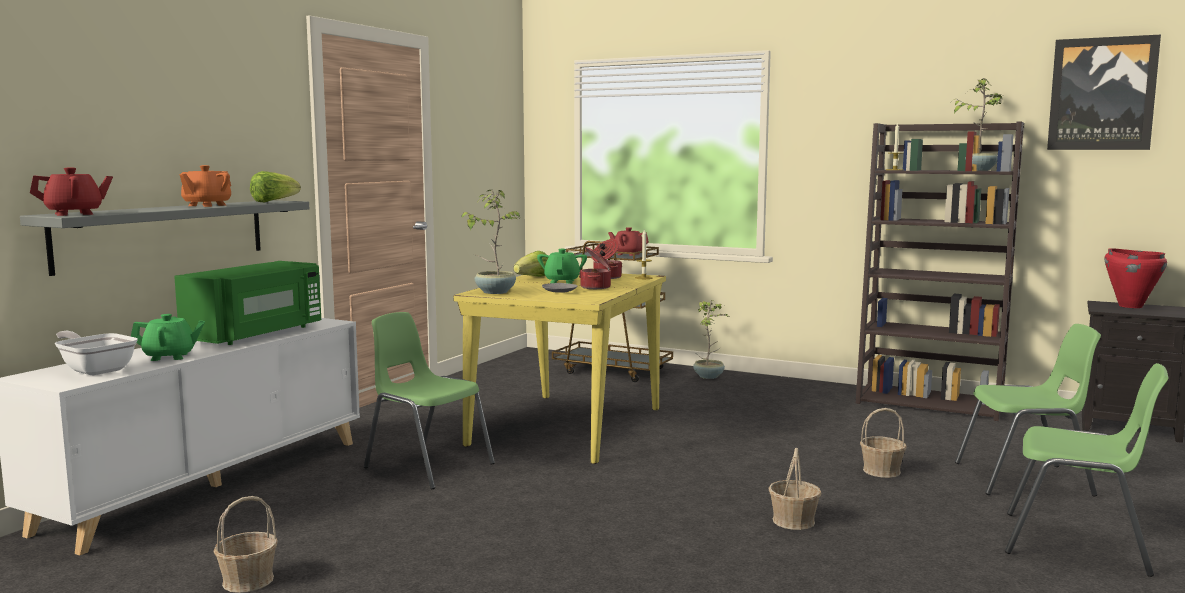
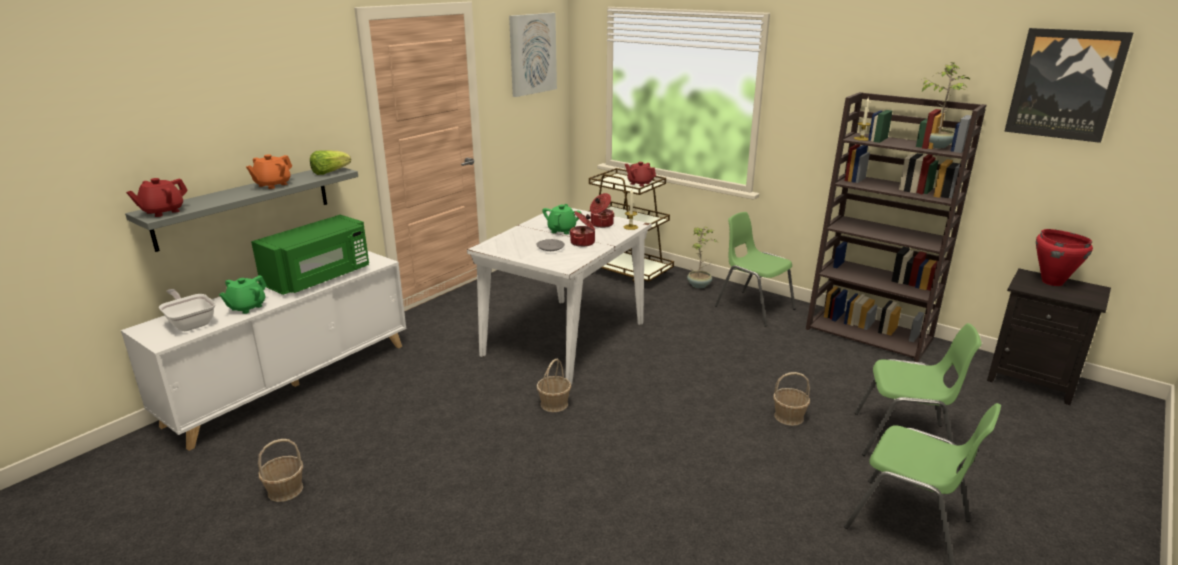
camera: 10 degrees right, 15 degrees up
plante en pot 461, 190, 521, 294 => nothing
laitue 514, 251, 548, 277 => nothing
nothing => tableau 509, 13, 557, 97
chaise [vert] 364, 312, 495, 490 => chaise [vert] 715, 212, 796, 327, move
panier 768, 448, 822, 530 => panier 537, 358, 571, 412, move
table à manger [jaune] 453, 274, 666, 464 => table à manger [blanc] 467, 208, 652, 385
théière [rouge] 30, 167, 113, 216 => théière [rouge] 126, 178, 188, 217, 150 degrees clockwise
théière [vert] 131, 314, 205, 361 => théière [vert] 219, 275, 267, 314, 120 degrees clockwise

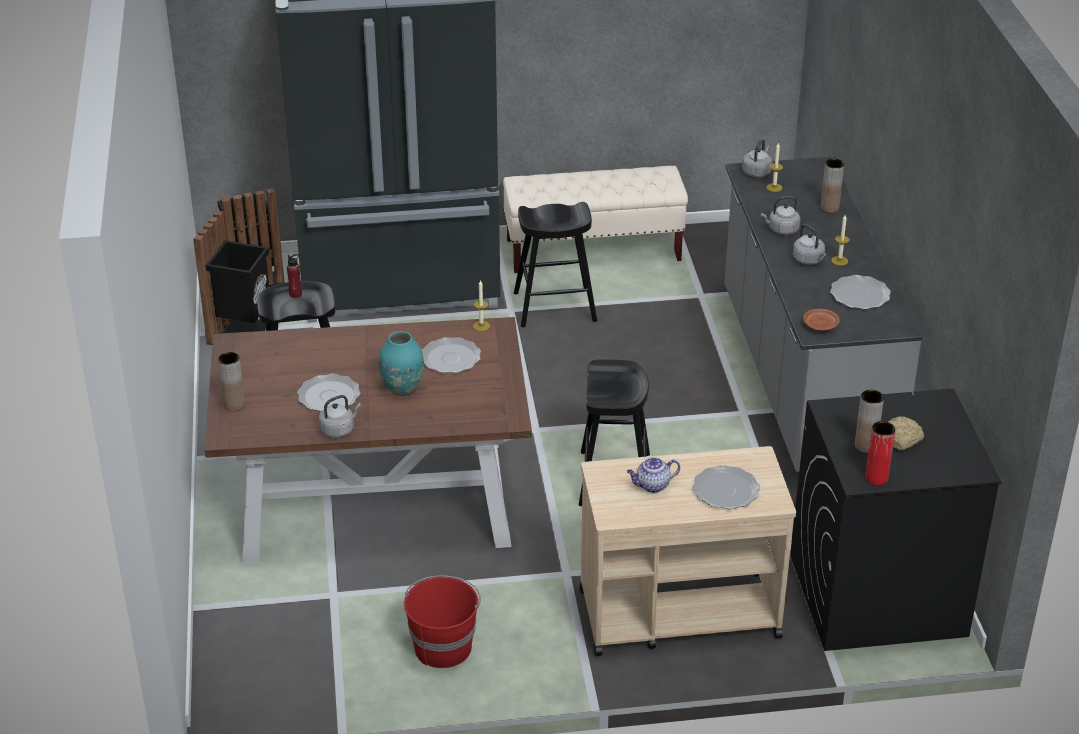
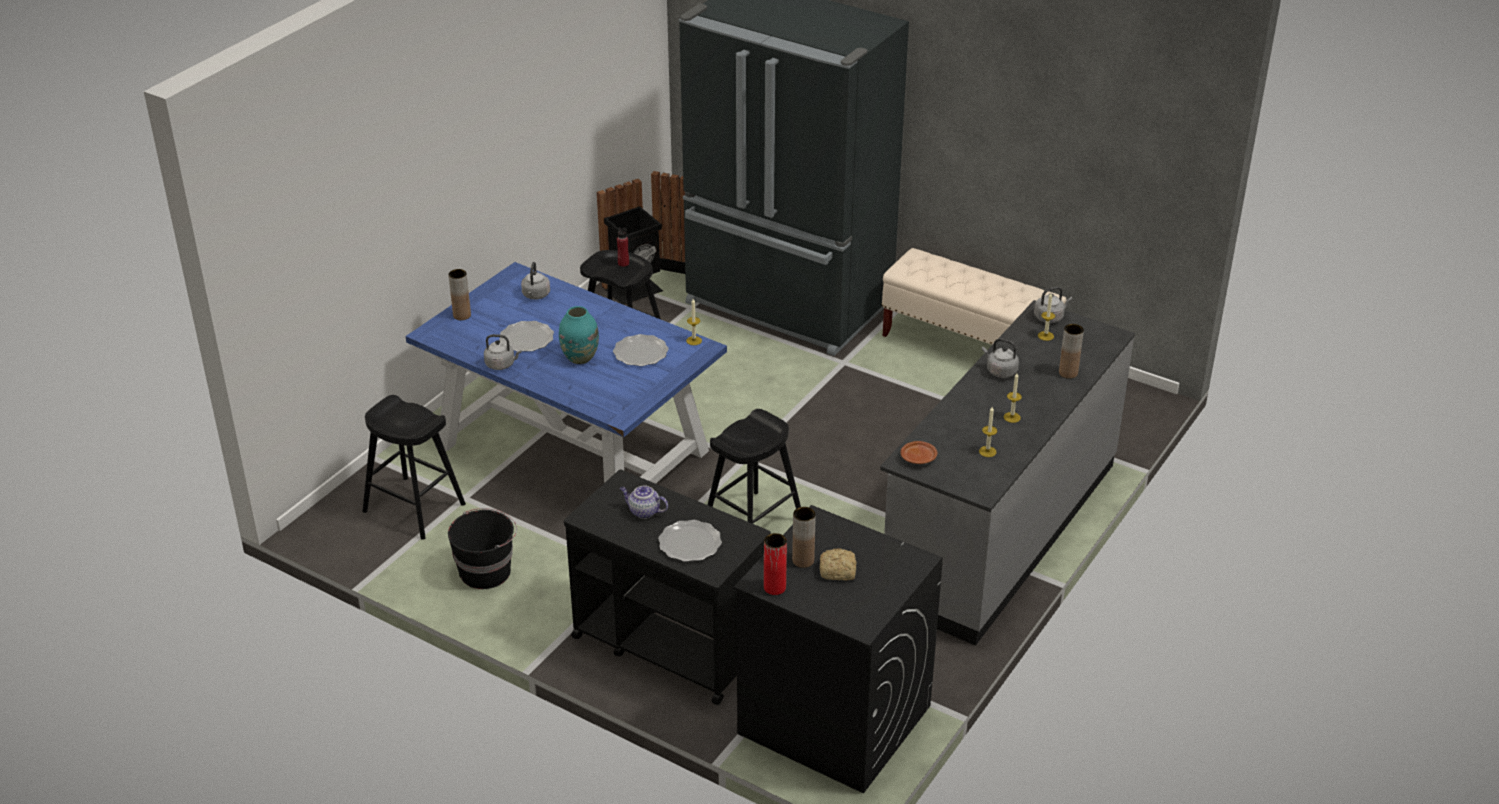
camera: 40 degrees right, 0 degrees up
tabouret [noir] 514, 202, 597, 328 => tabouret [noir] 362, 395, 466, 540, move
bouilloire [gris] 793, 224, 826, 265 => bouilloire [gris] 521, 262, 550, 300, move
assiette 830, 275, 891, 309 => bougie 979, 407, 997, 457
table à manger [marron] 205, 317, 532, 565 => table à manger [bleu] 406, 262, 727, 484
seau [rouge] 404, 575, 481, 668 => seau [noir] 448, 508, 517, 589
chariot [beige] 580, 446, 796, 656 => chariot [noir] 564, 470, 771, 705

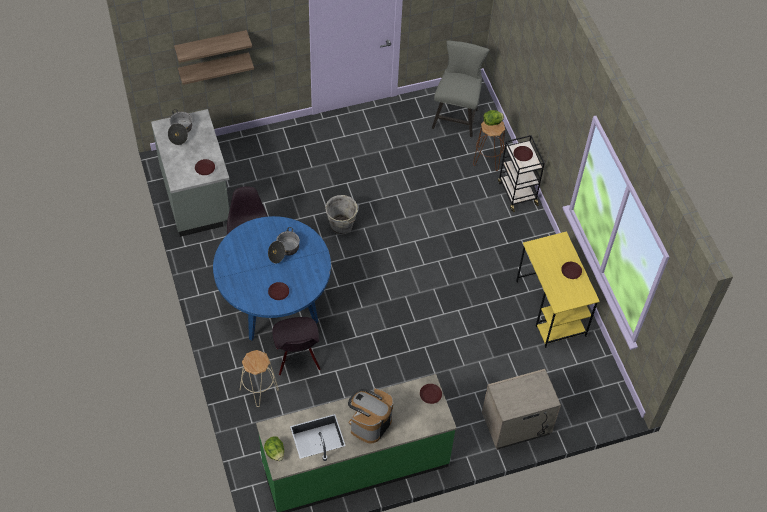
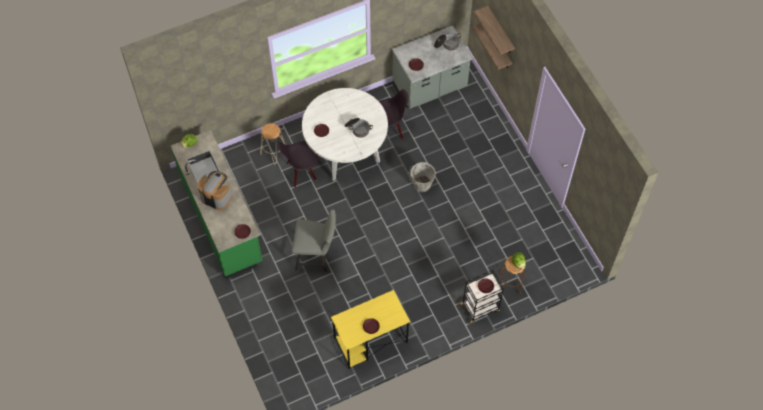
camera: 85 degrees right, 5 degrees up
table de chevet [beige] 482, 369, 561, 450 => nothing
chaise [gris] 432, 40, 489, 137 => chaise [gris] 292, 209, 336, 272, move
table à manger [bleu] 213, 216, 331, 340 => table à manger [blanc] 302, 88, 388, 181

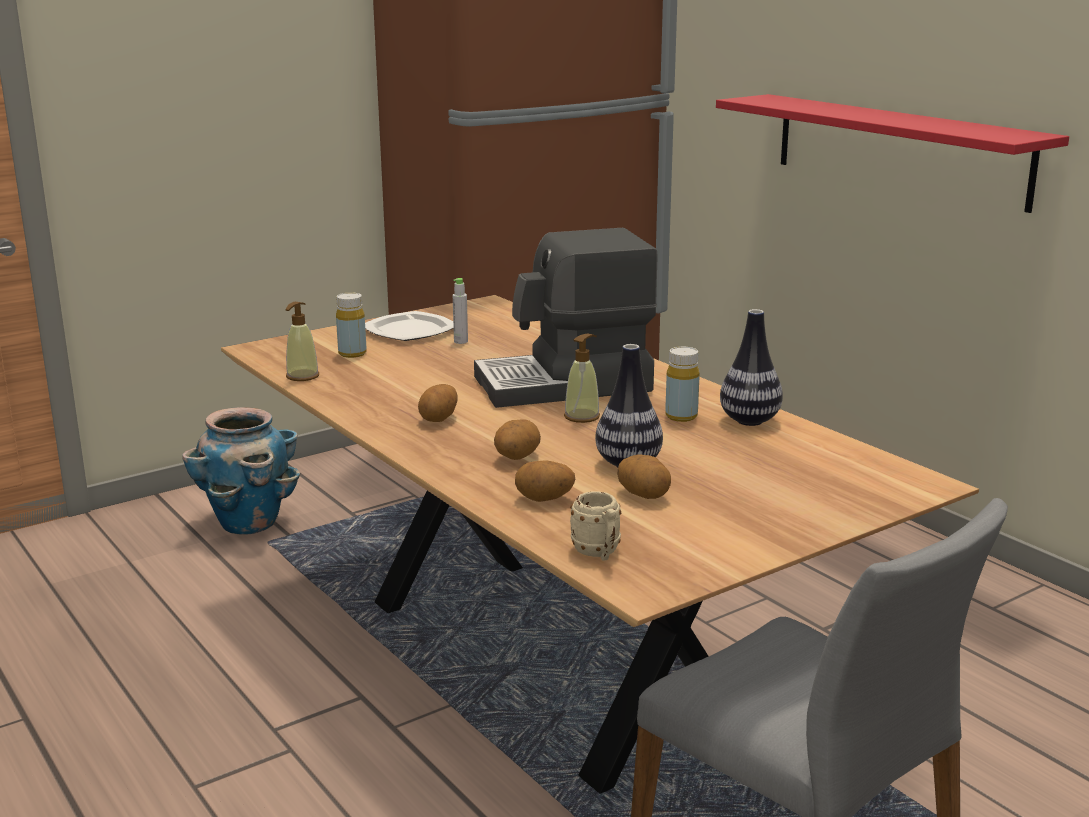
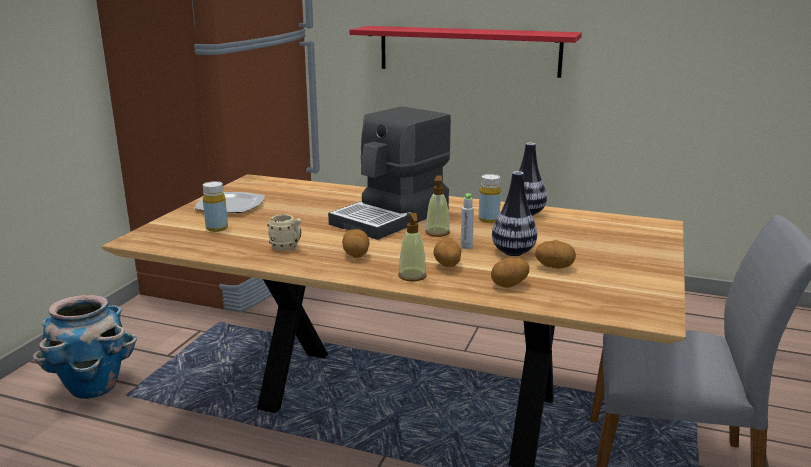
camera: 35 degrees left, 0 degrees up
distributeur de savon 285, 302, 319, 381 => distributeur de savon 398, 213, 427, 281, move
bouteille [gris] 453, 278, 468, 344 => bouteille [gris] 461, 194, 474, 249, move
mug [beige] 570, 492, 621, 561 => mug [beige] 267, 214, 301, 251, move

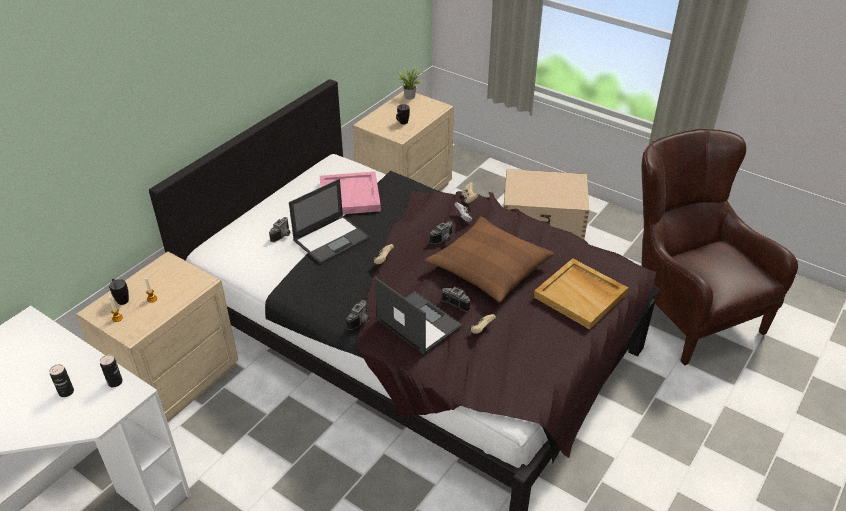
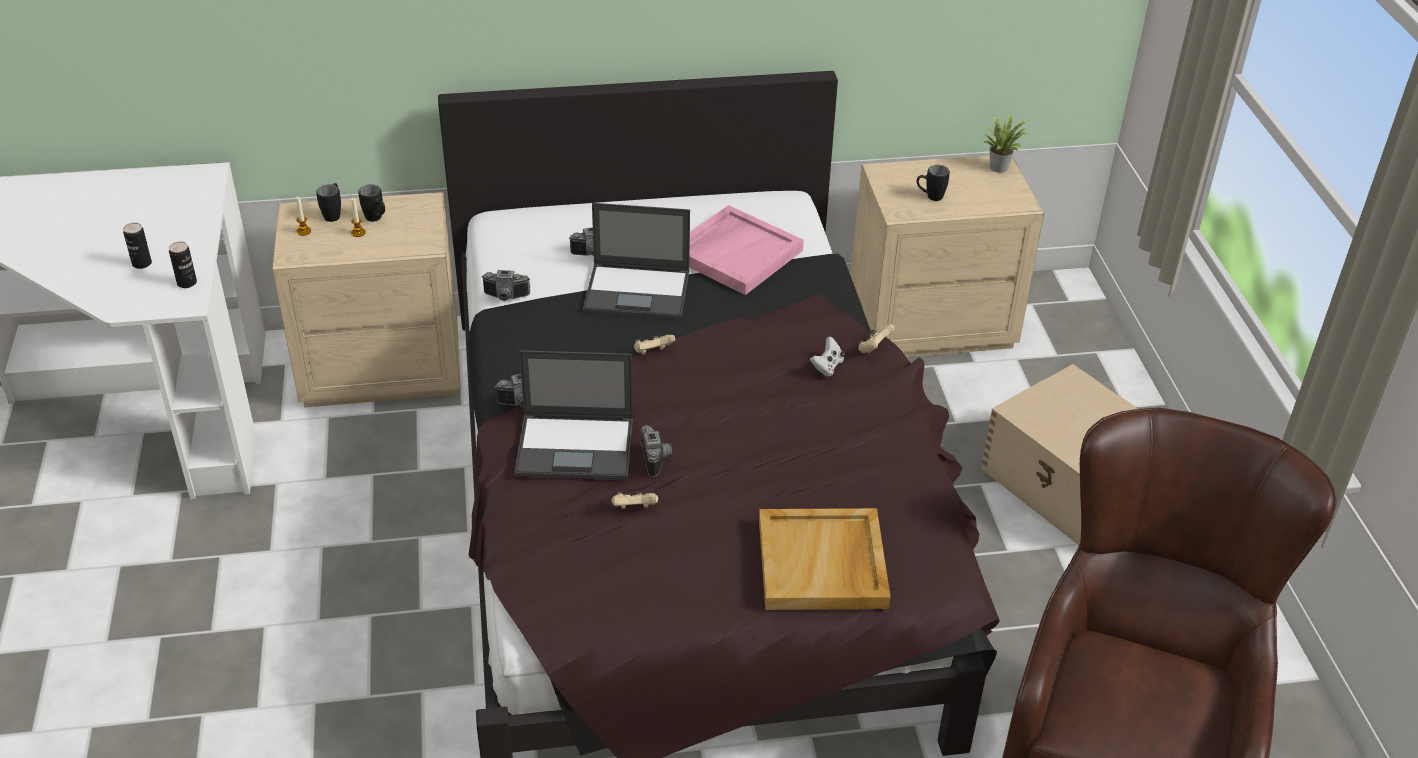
camera: 45 degrees right, 0 degrees up
coussin [marron] 425, 216, 554, 303 => nothing
nothing => mug [noir] 358, 184, 385, 222
appareil photo 430, 222, 452, 244 => appareil photo 482, 270, 530, 301, move
ordinateur portable 375, 277, 463, 355 => ordinateur portable 514, 350, 633, 480, 90 degrees clockwise

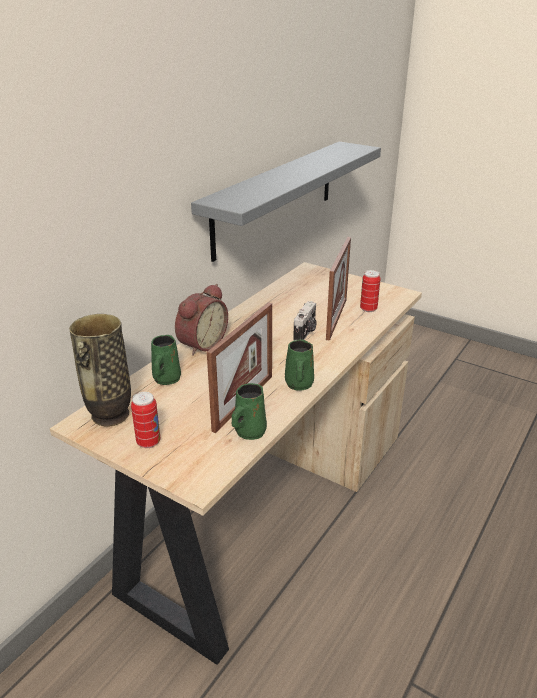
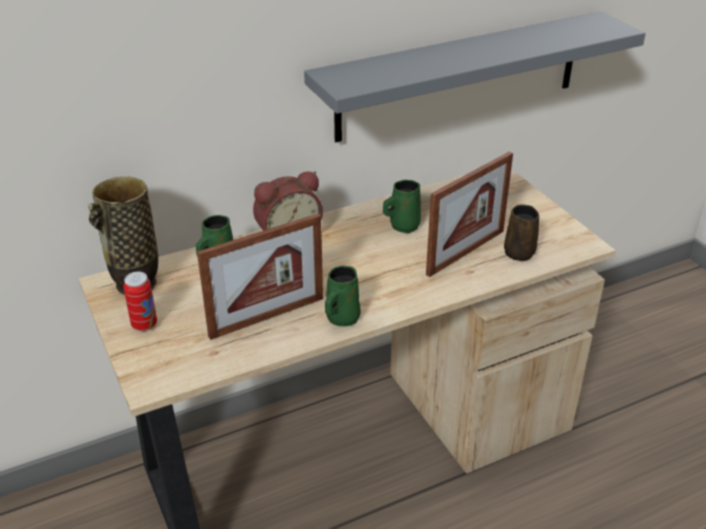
camera: 30 degrees right, 5 degrees up
appareil photo 293, 301, 317, 341 => nothing
mug [vert] 232, 383, 267, 440 => mug [vert] 383, 180, 421, 233, move
boîte métallique 360, 270, 381, 312 => mug [marron] 504, 204, 539, 261

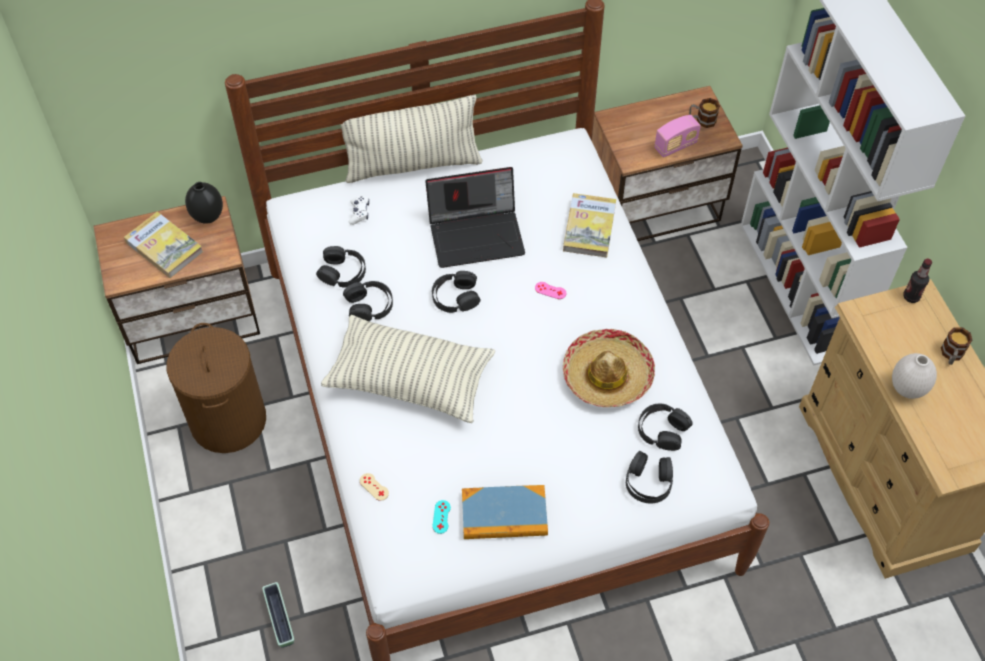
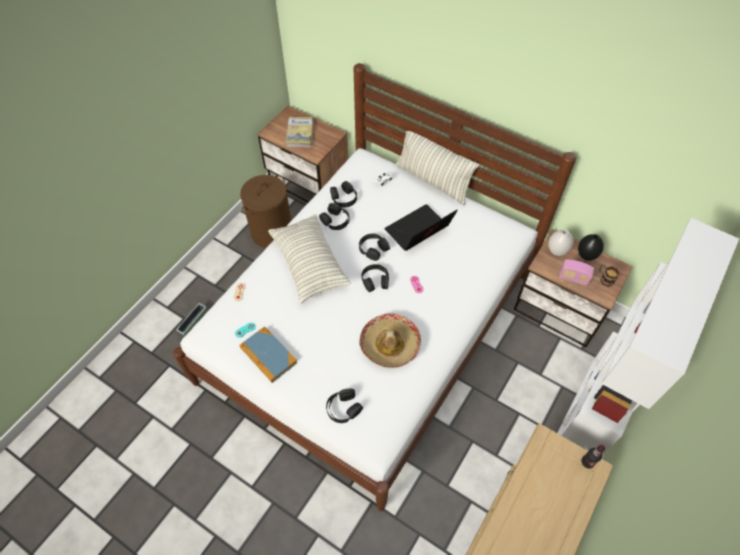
camera: 50 degrees right, 0 degrees up
livre 563, 193, 616, 257 => nothing
mug 941, 327, 973, 365 => nothing
vase [noir] 185, 182, 223, 224 => vase [noir] 578, 234, 604, 261, move
casque audio [noir] 638, 404, 693, 451 => casque audio [noir] 362, 264, 389, 292, move
vase [blanc] 892, 353, 937, 399 => vase [blanc] 548, 230, 574, 256, move
ordinateur portable 425, 167, 525, 268 => ordinateur portable 385, 204, 458, 251, 105 degrees clockwise

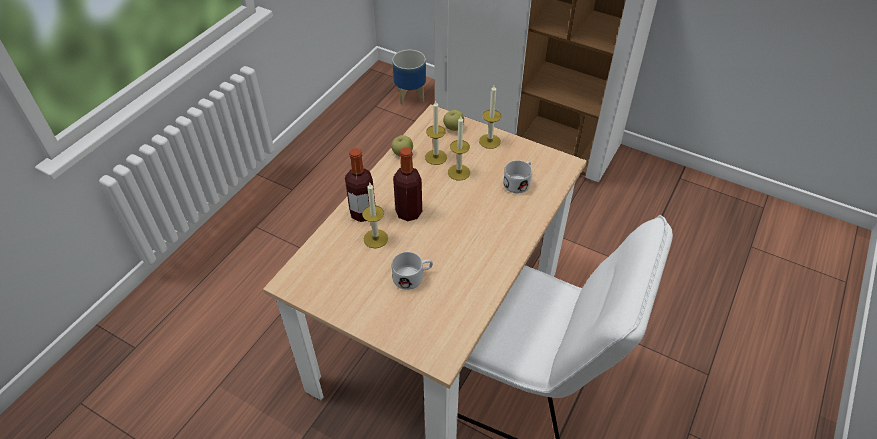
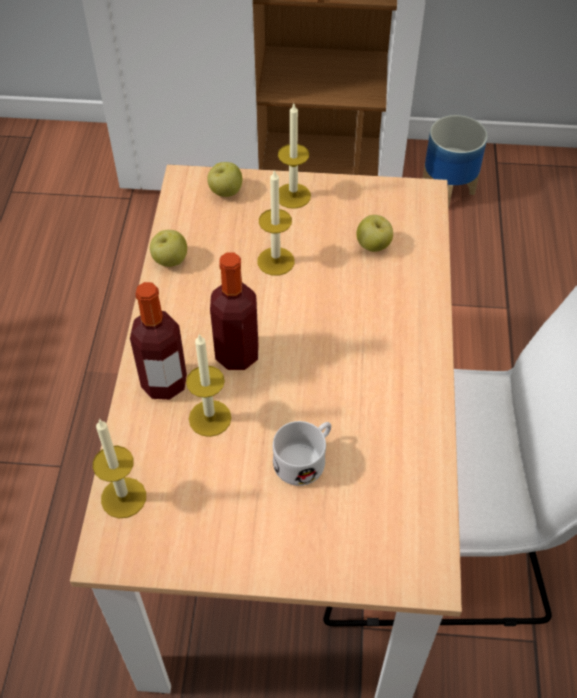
camera: 25 degrees left, 5 degrees up
cache-pot 392, 50, 426, 104 => cache-pot 422, 115, 488, 210, move
bougie 425, 101, 447, 165 => bougie 93, 418, 146, 518, move
mug [blanc] 503, 160, 532, 193 => pomme 356, 215, 393, 252

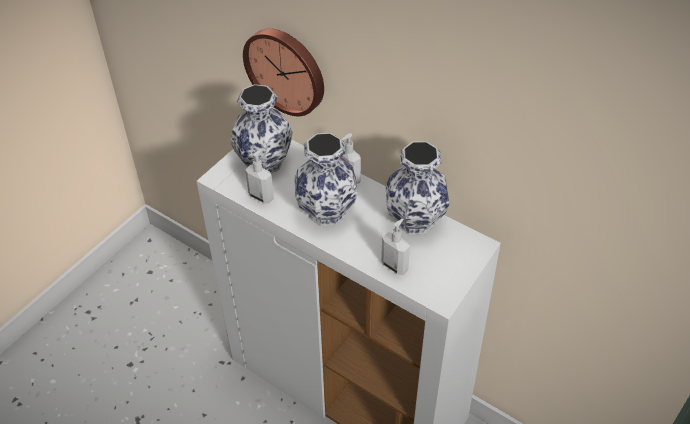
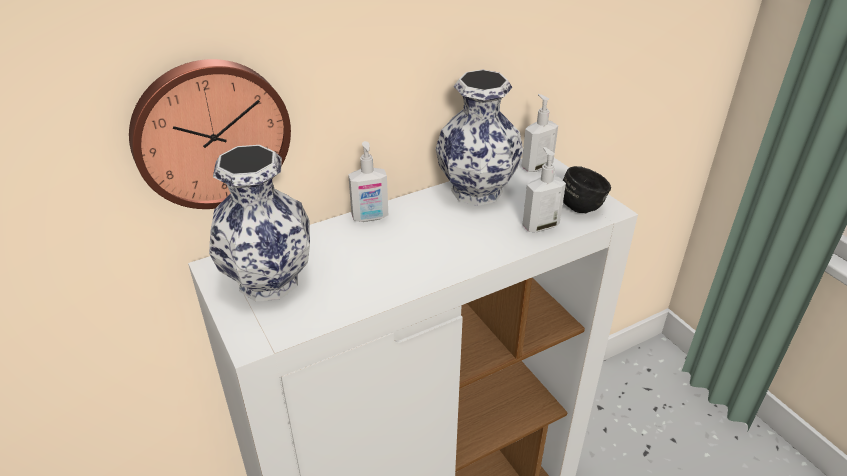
camera: 65 degrees left, 10 degrees down
vase 294, 133, 358, 226 => nothing
nothing => mug [noir] 563, 166, 611, 213
distributeur de savon 245, 149, 274, 204 => distributeur de savon 521, 94, 558, 172, move

